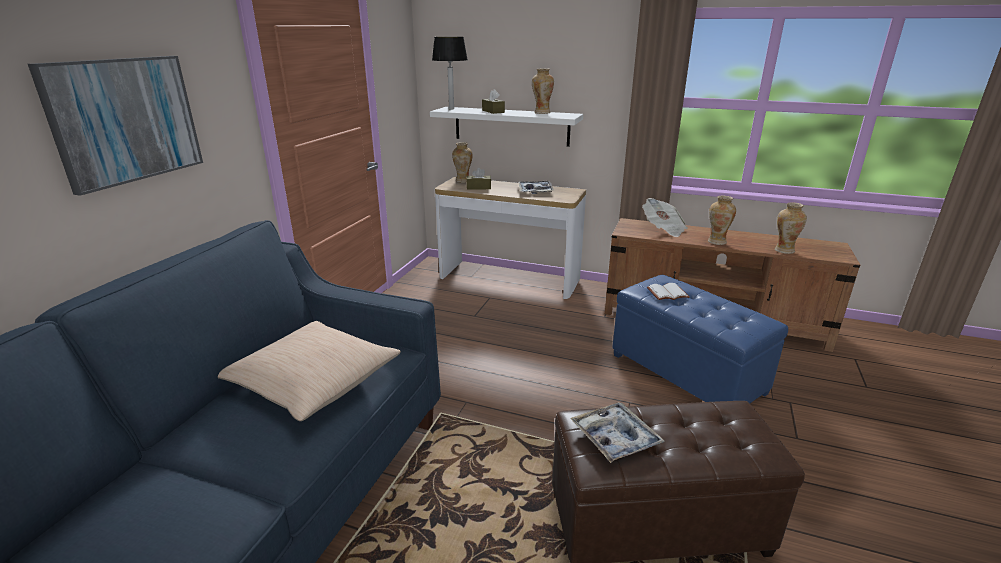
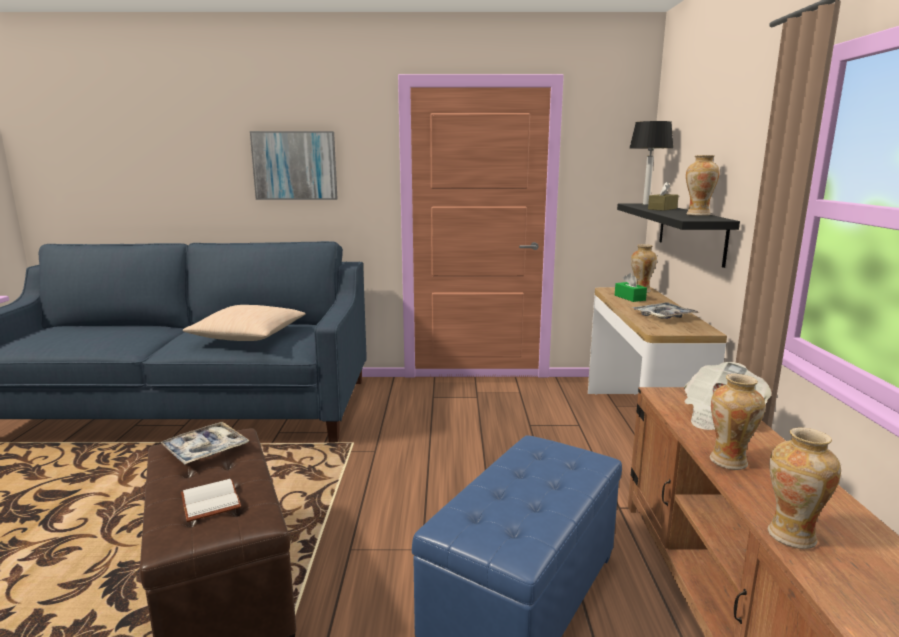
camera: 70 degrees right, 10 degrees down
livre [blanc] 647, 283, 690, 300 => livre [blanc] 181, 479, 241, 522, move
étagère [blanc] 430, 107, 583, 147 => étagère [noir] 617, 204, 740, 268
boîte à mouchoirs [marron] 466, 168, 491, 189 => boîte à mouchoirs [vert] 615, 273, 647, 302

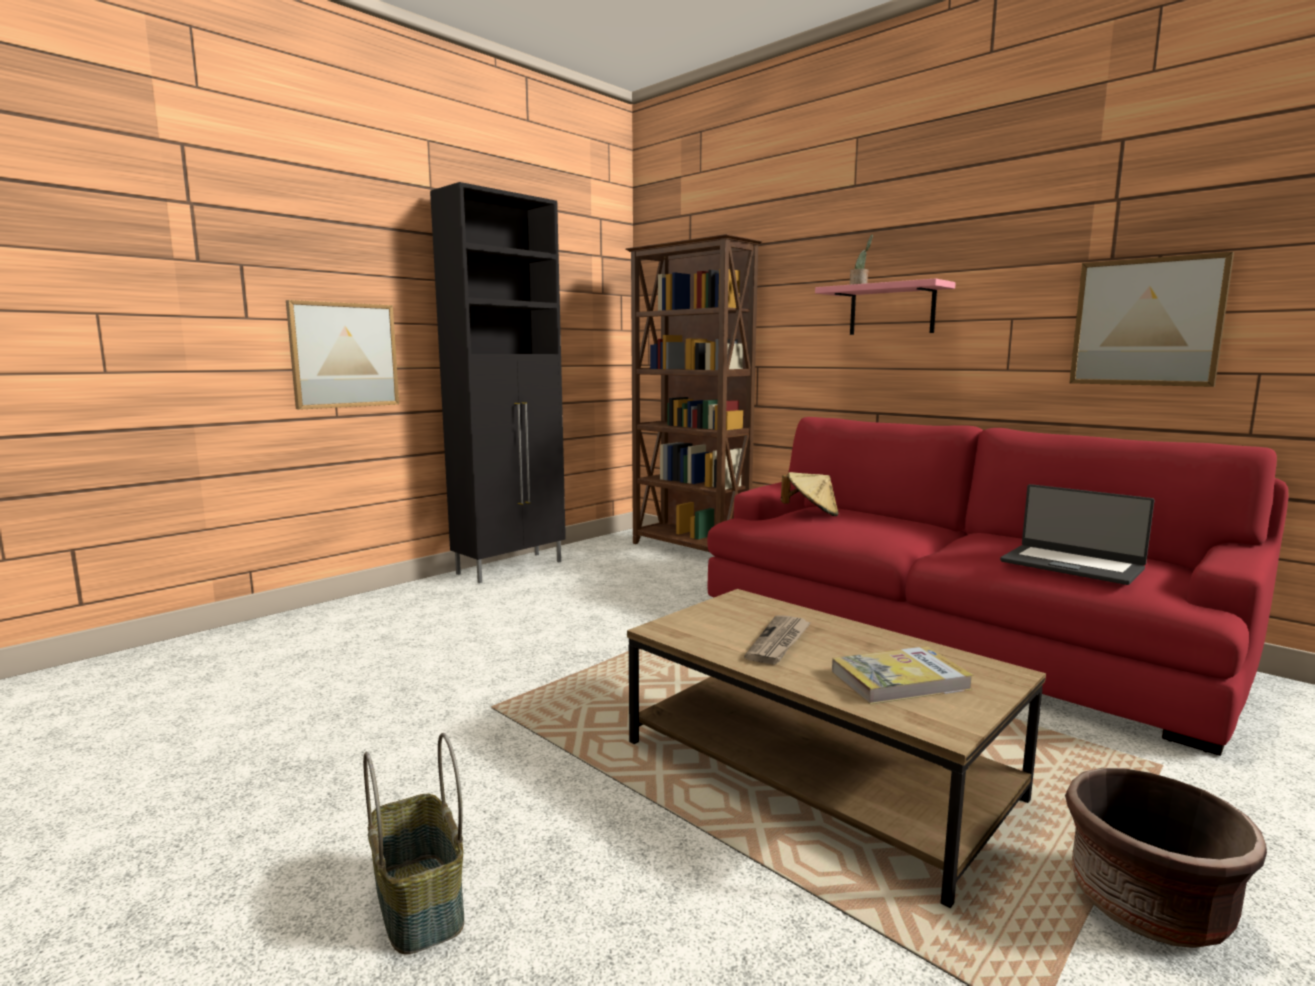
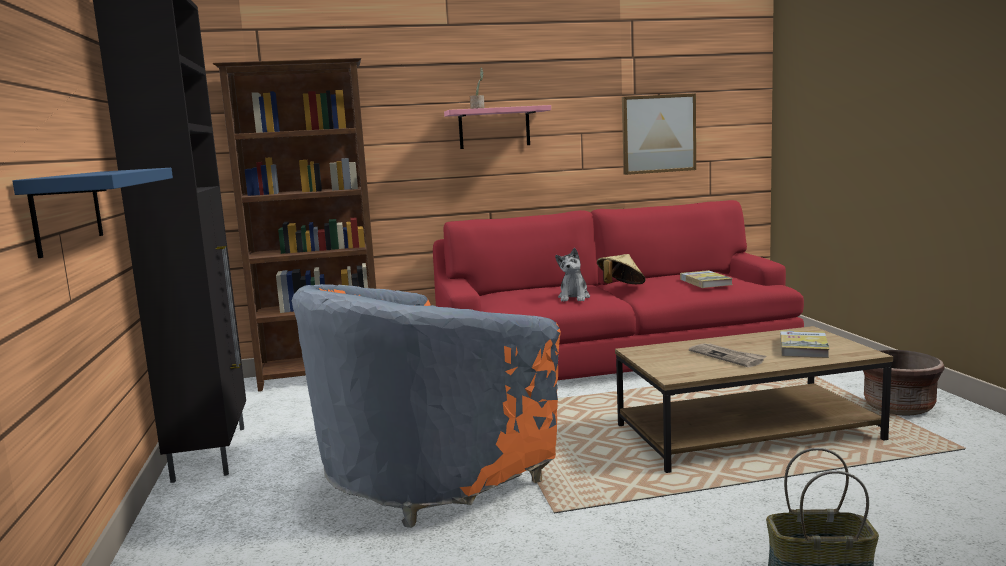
camera: 55 degrees left, 0 degrees up
nothing => fauteuil [orange] 292, 284, 561, 528
nothing => peluche 555, 248, 590, 302
chapeau [beige] 781, 472, 839, 516 => chapeau [beige] 597, 254, 646, 284, move
tableau 286, 300, 399, 410 => étagère [bleu] 12, 168, 173, 258
ordinateur portable 1000, 484, 1154, 585 => livre 680, 270, 733, 288

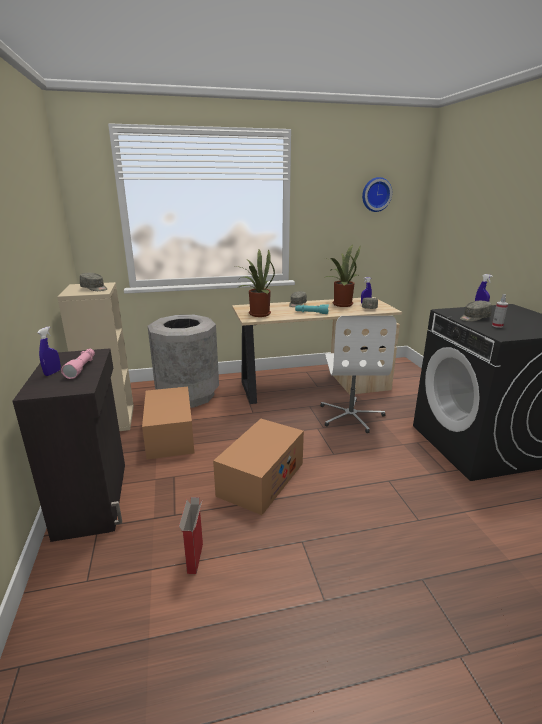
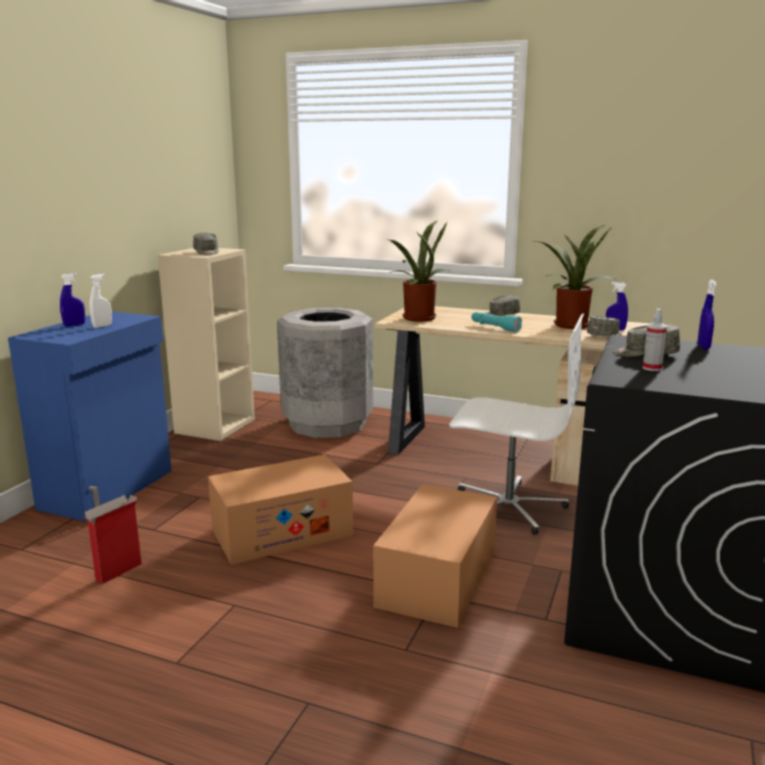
camera: 35 degrees right, 5 degrees down
horloge murale 362, 177, 392, 212 => nothing
carton 142, 387, 194, 460 => carton 373, 484, 497, 628, move
lampe de poche [rose] 61, 349, 95, 379 => vaporisateur [blanc] 89, 274, 112, 328
meuble de rangement [noir] 13, 348, 125, 542 => meuble de rangement [bleu] 8, 312, 172, 522
chaise de bureau [blanc] 320, 316, 397, 433 => chaise de bureau [blanc] 449, 314, 584, 535, 105 degrees counterclockwise

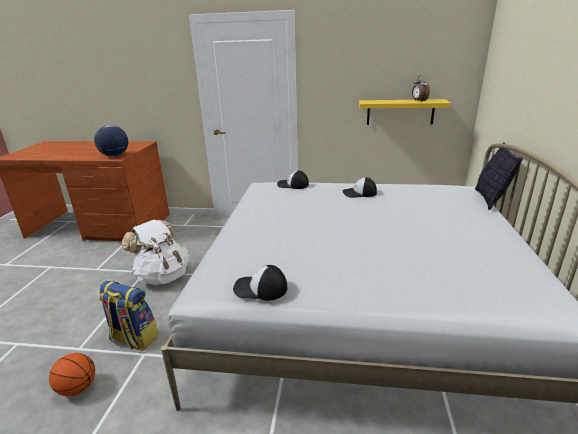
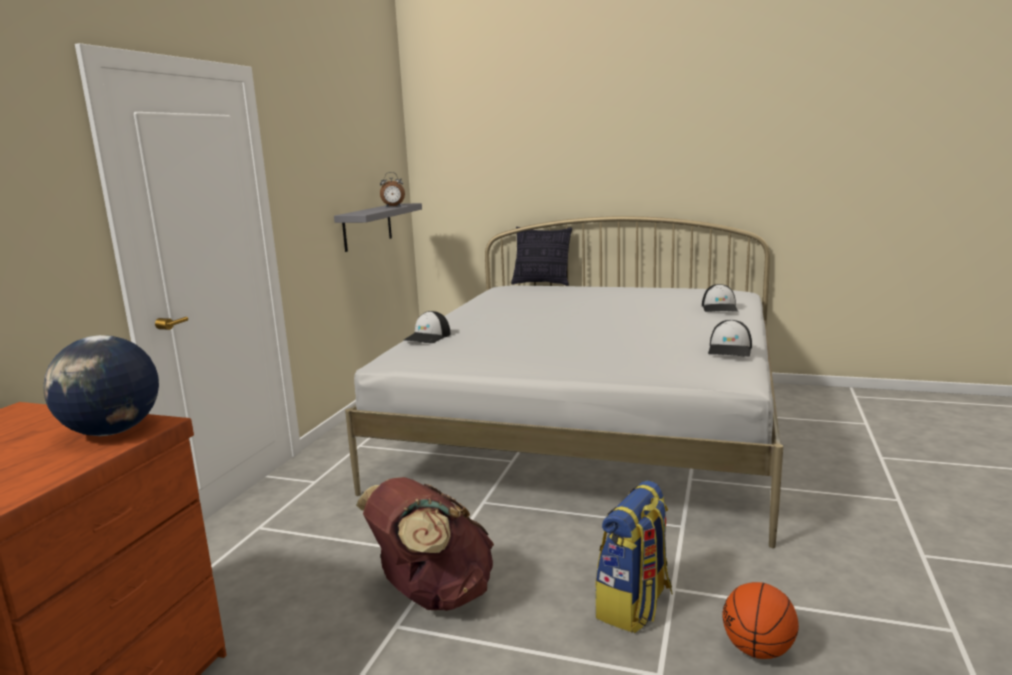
camera: 80 degrees left, 10 degrees down
casquette 342, 177, 377, 198 => casquette 702, 284, 738, 312, move
sac à dos [blanc] 121, 220, 189, 285 => sac à dos [marron] 356, 477, 494, 611
étagère [jaune] 359, 99, 451, 125 => étagère [gris] 334, 203, 422, 252

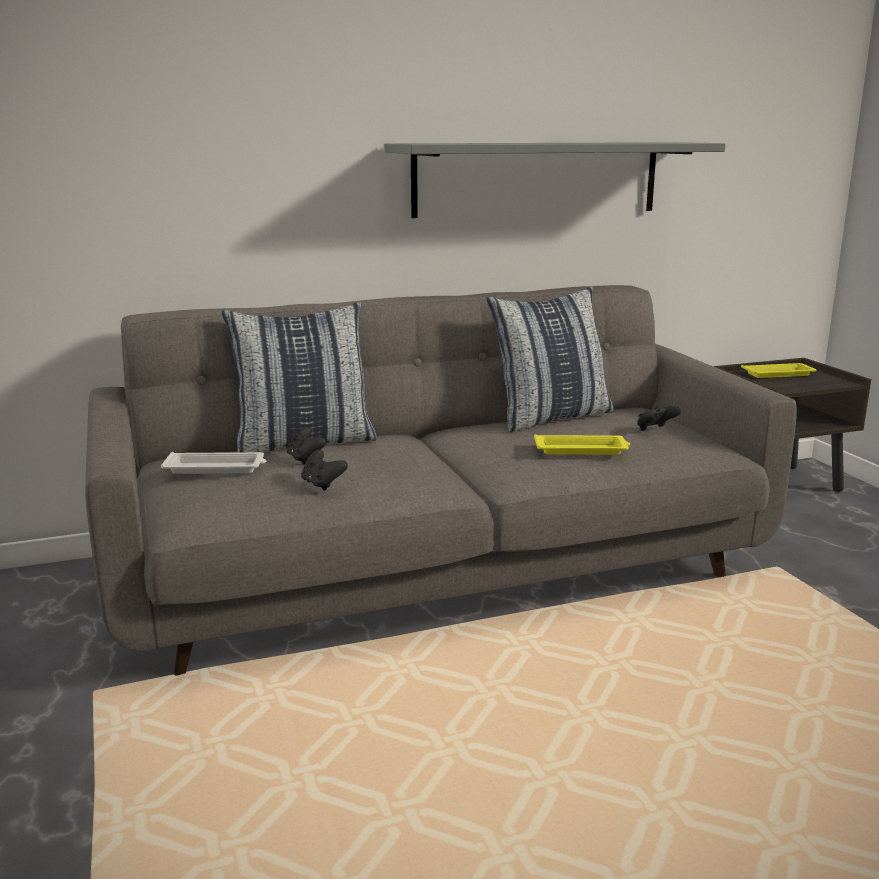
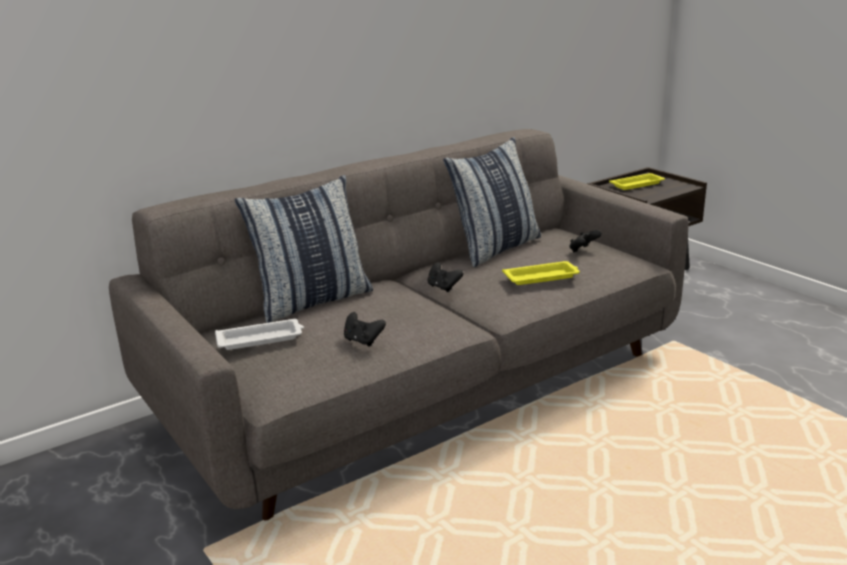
camera: 15 degrees left, 5 degrees up
étagère [gris] 385, 142, 726, 218 => nothing
manette [noir] 287, 427, 326, 464 => manette [noir] 428, 262, 464, 292, move

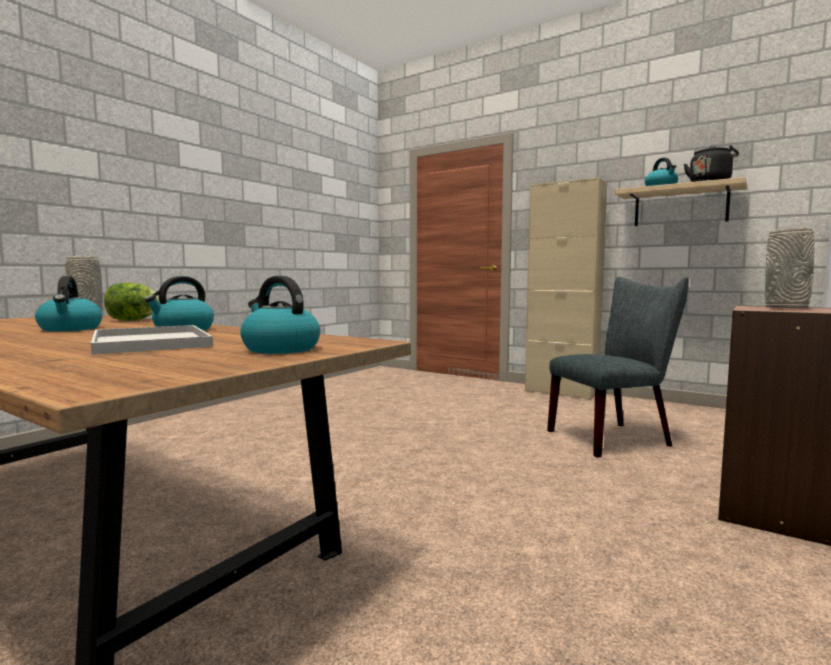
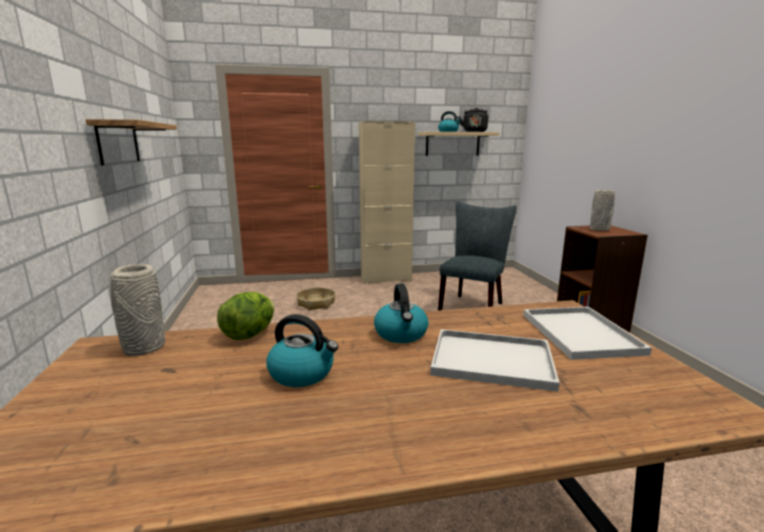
camera: 45 degrees left, 10 degrees up
nothing => étagère 85, 119, 177, 166
nothing => panier 296, 288, 336, 310
bouilloire 240, 276, 320, 354 => plateau [blanc] 524, 307, 652, 360

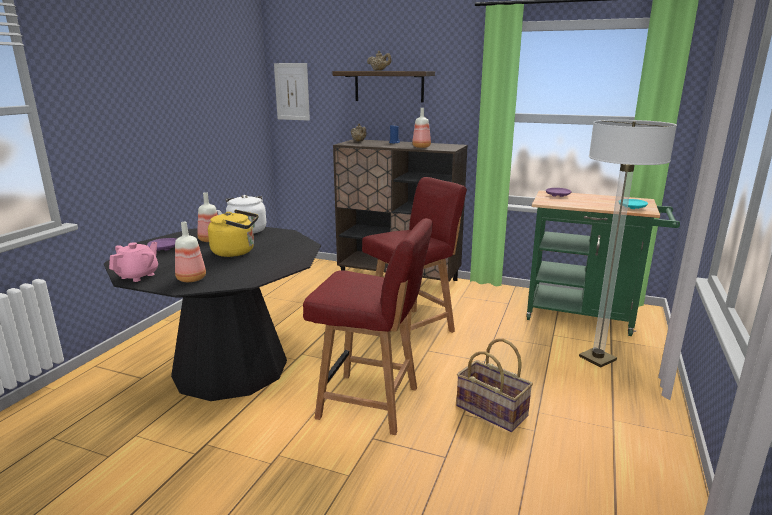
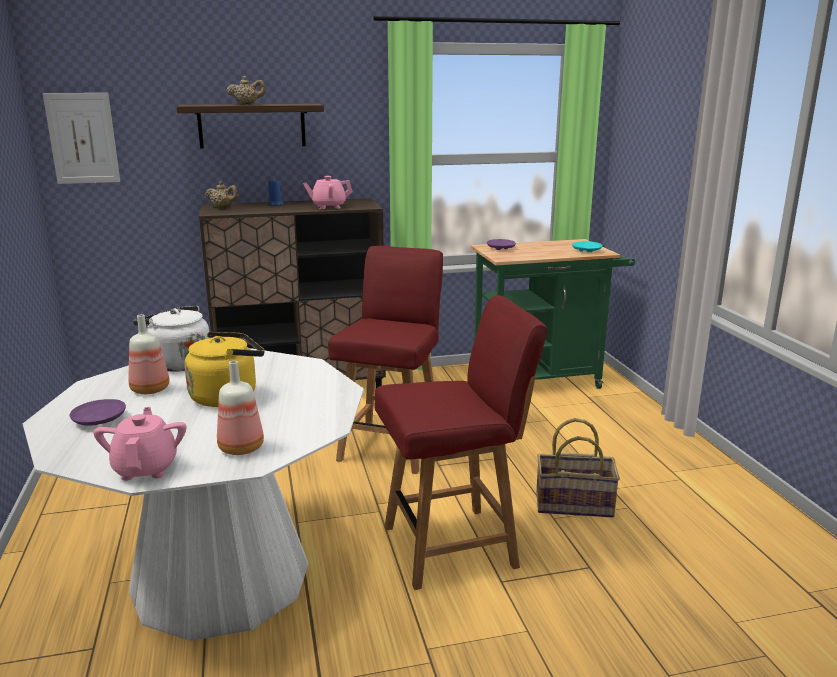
camera: 35 degrees left, 0 degrees up
lampadaire 579, 120, 677, 367 => nothing
bouteille 412, 108, 431, 148 => théière [rose] 303, 176, 353, 209
table à manger [noir] 104, 227, 321, 401 => table à manger [blanc] 23, 348, 364, 641

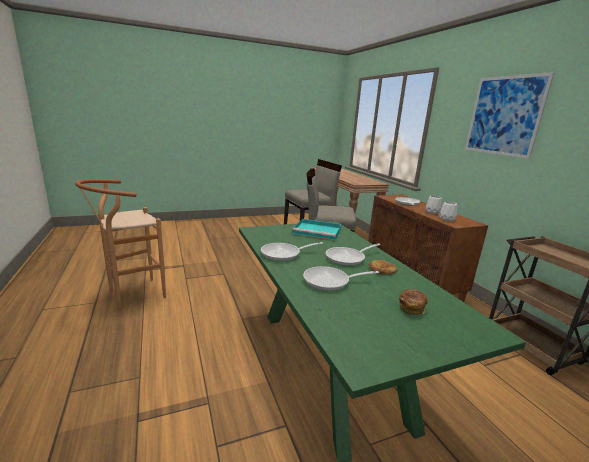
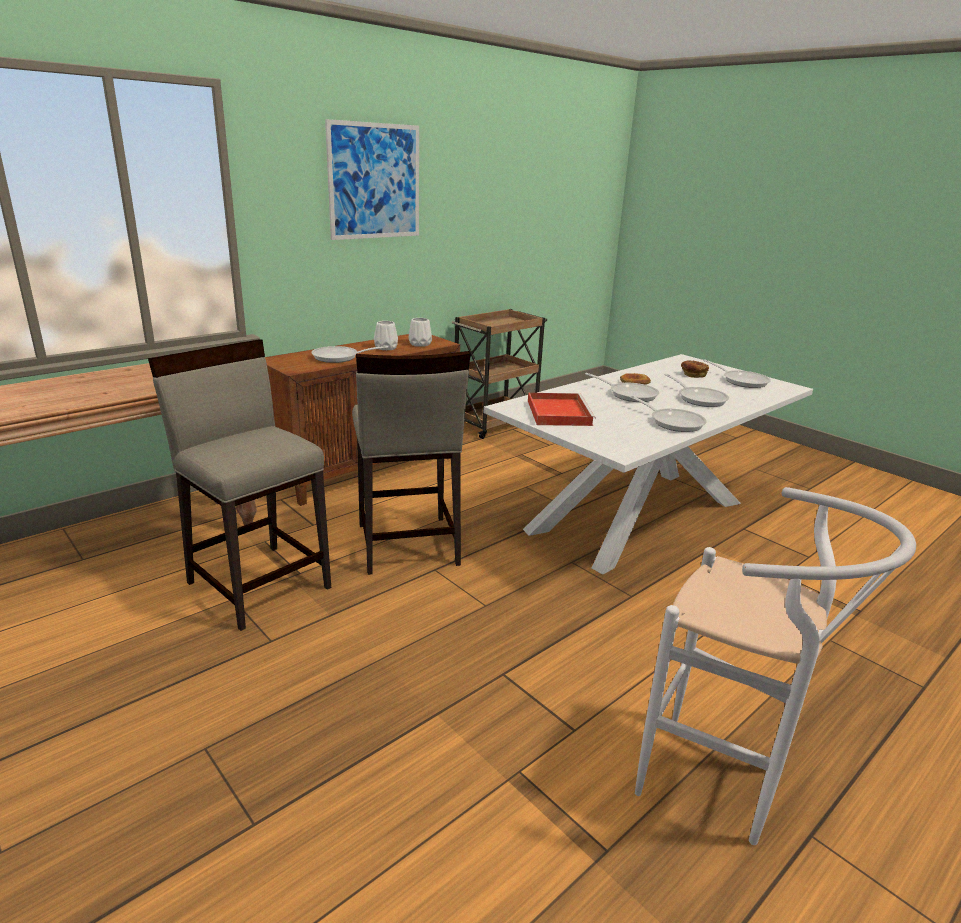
camera: 110 degrees left, 5 degrees up
nothing => poêle 703, 359, 771, 388
tabouret [marron] 75, 179, 166, 309 => tabouret [blanc] 635, 487, 916, 845
table à manger [vert] 239, 221, 526, 462 => table à manger [blanc] 484, 354, 813, 575
plateau [turquoise] 293, 219, 342, 240 => plateau [rouge] 528, 393, 596, 426

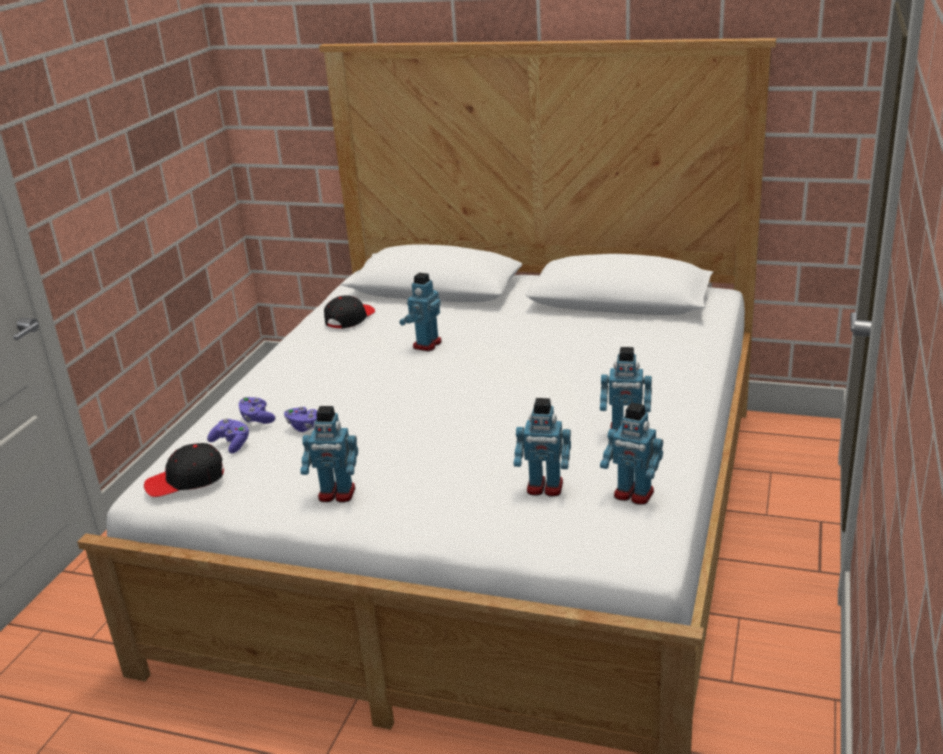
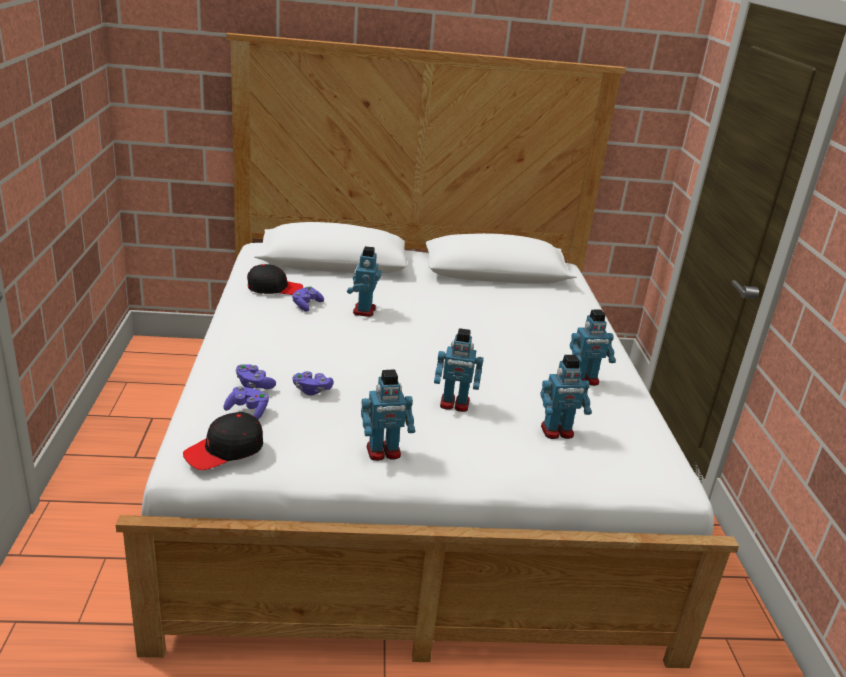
camera: 25 degrees left, 0 degrees up
nothing => manette [violet] 292, 286, 324, 312
robot jouet 600, 402, 663, 505 => robot jouet 434, 328, 483, 412, move
casquette [noir] 324, 295, 375, 328 => casquette [noir] 247, 264, 303, 295, 75 degrees clockwise

